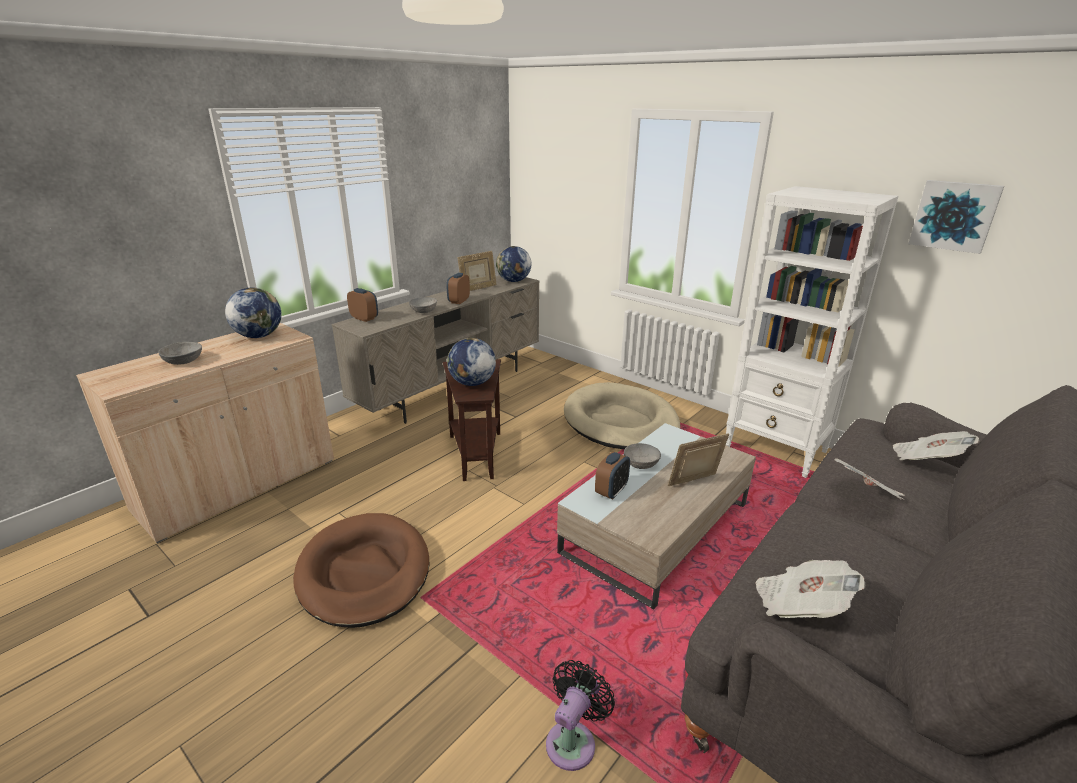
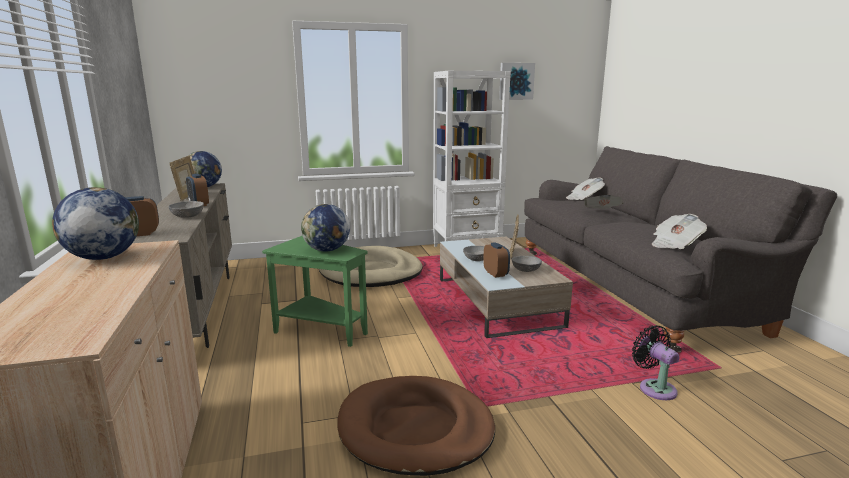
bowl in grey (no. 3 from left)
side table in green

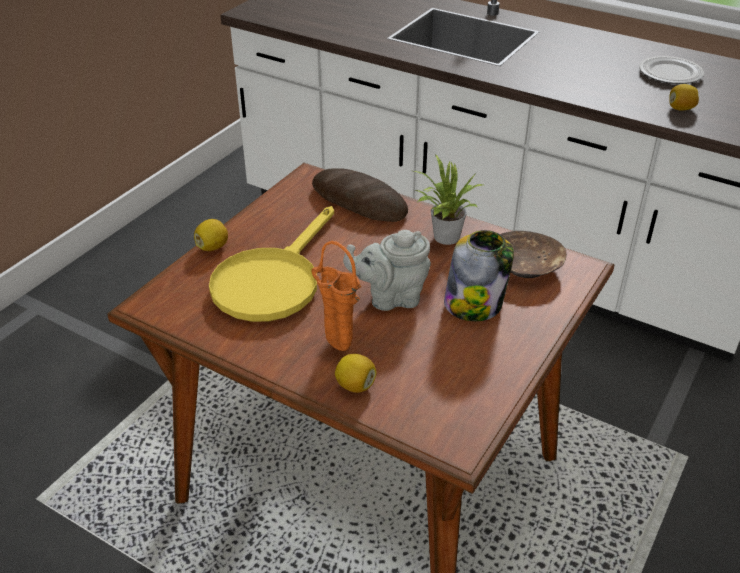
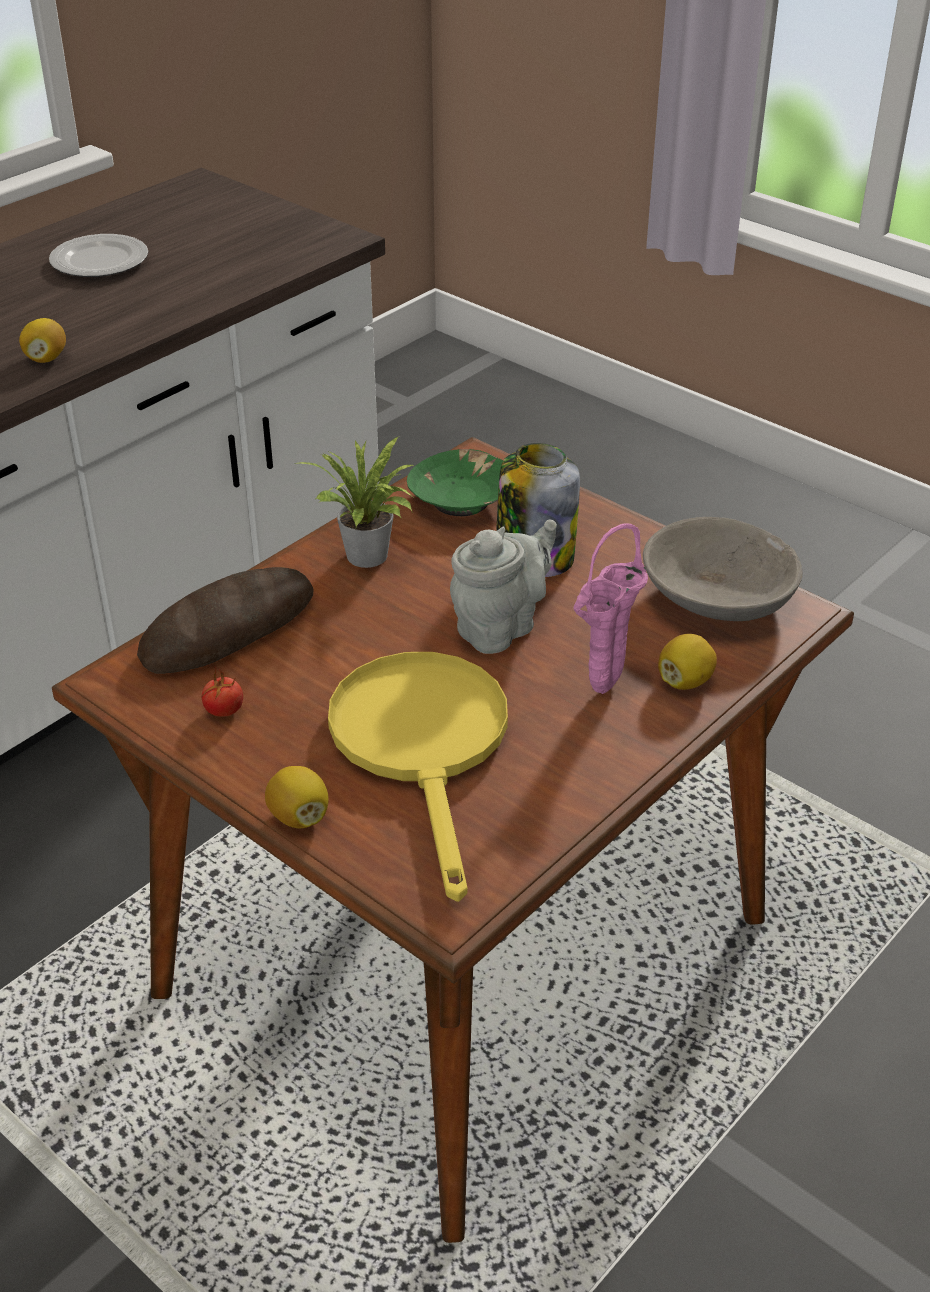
tomato
bowl in grey
lemon (no. 1 from left)
vase in pink
bowl in green
frying pan in yellow
teapot in grey

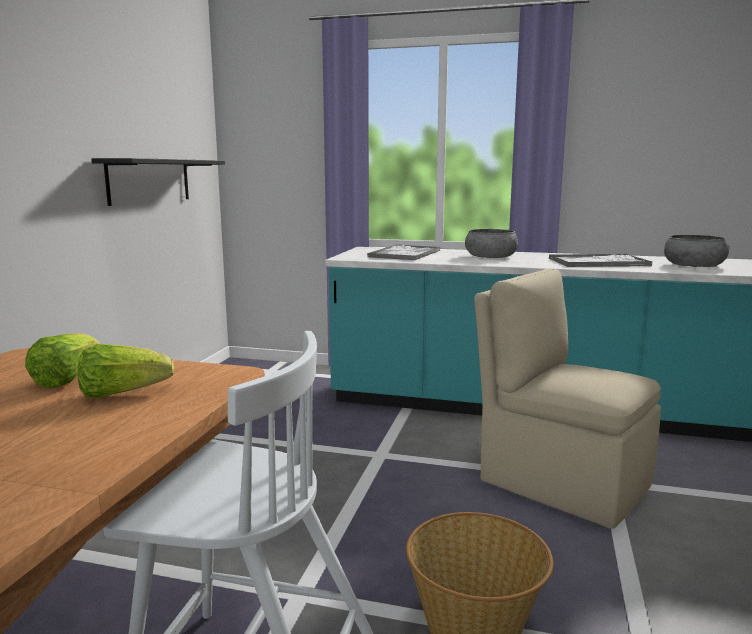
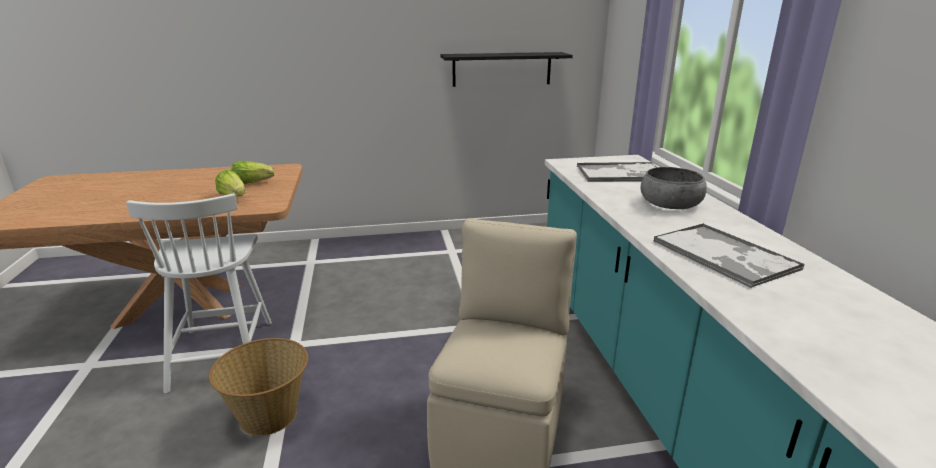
bowl in grey (no. 2 from left in the first image)

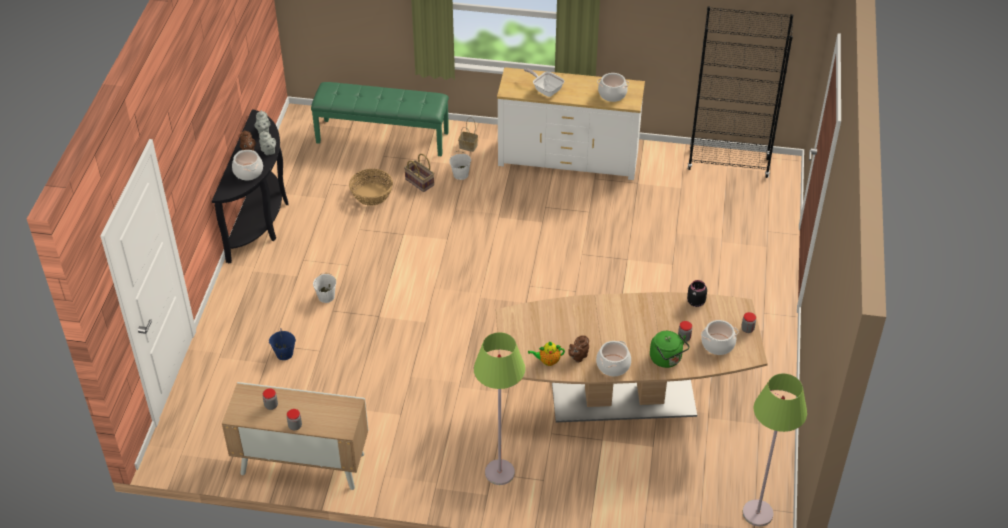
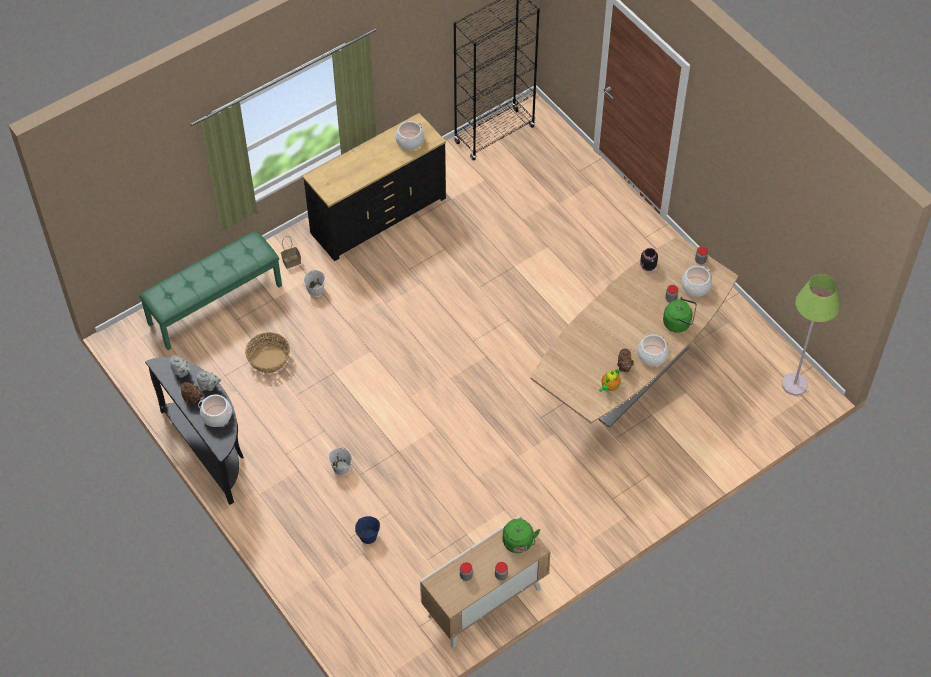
basket (no. 2 from left in the first image)
floor lamp in green (no. 1 from left in the first image)
frying pan
kettle in green (no. 1 from left)
dresser in black

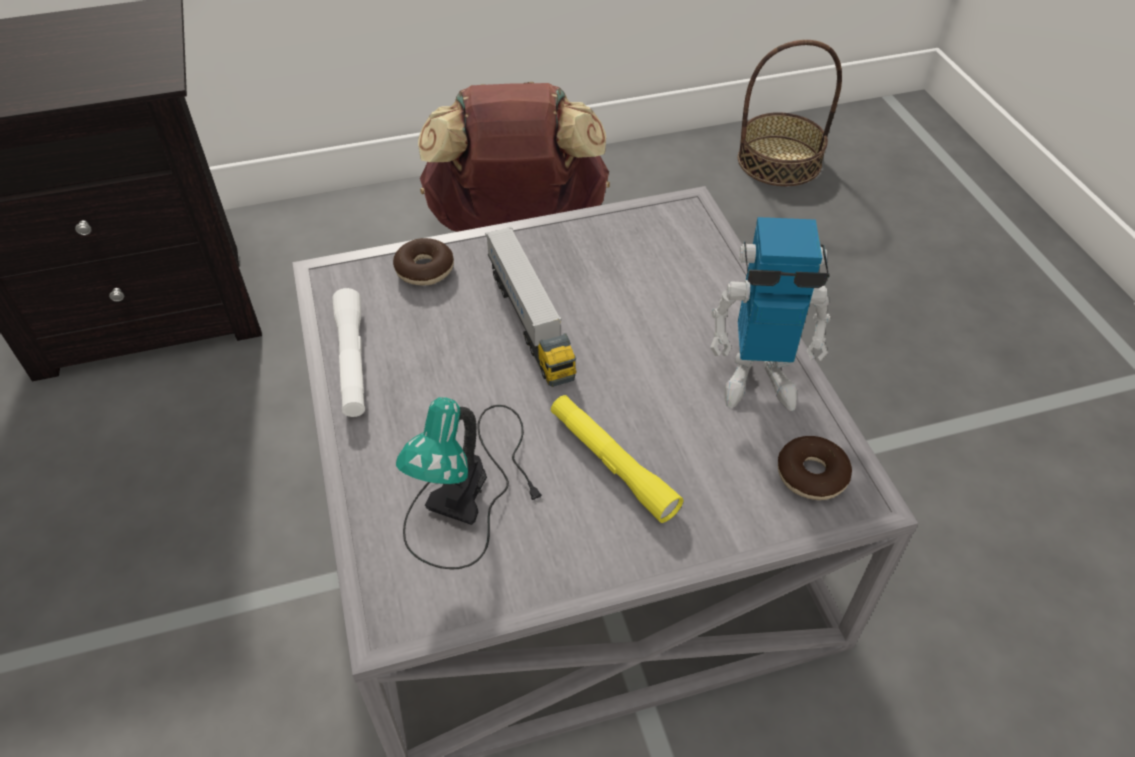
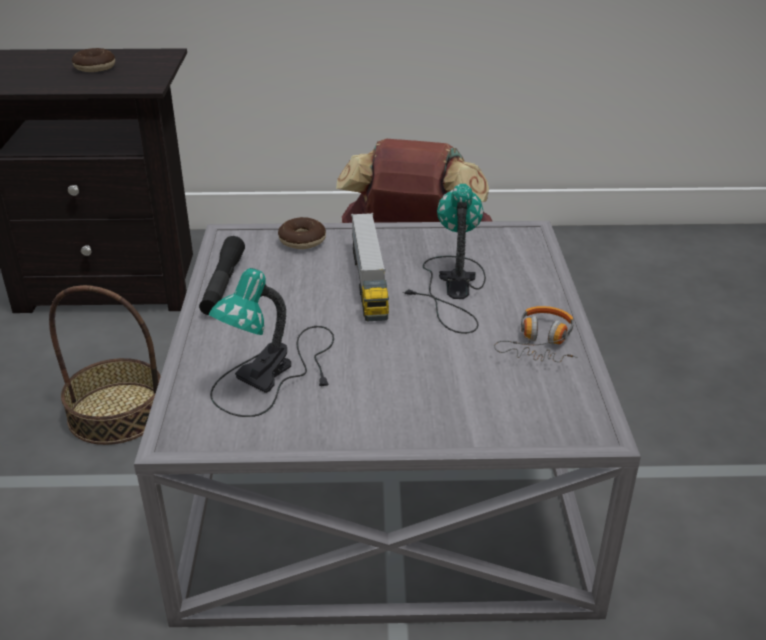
flashlight in yellow
table lamp (no. 2 from left)
basket
donut (no. 1 from left)
headphones
flashlight in black

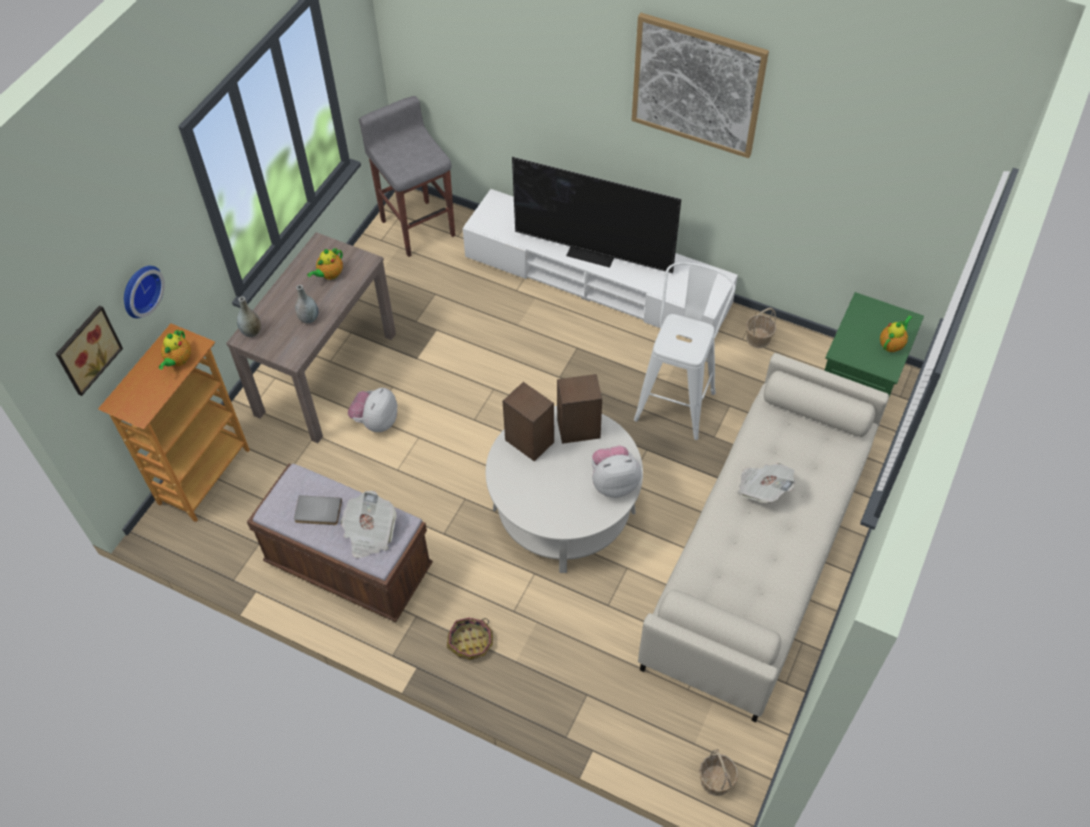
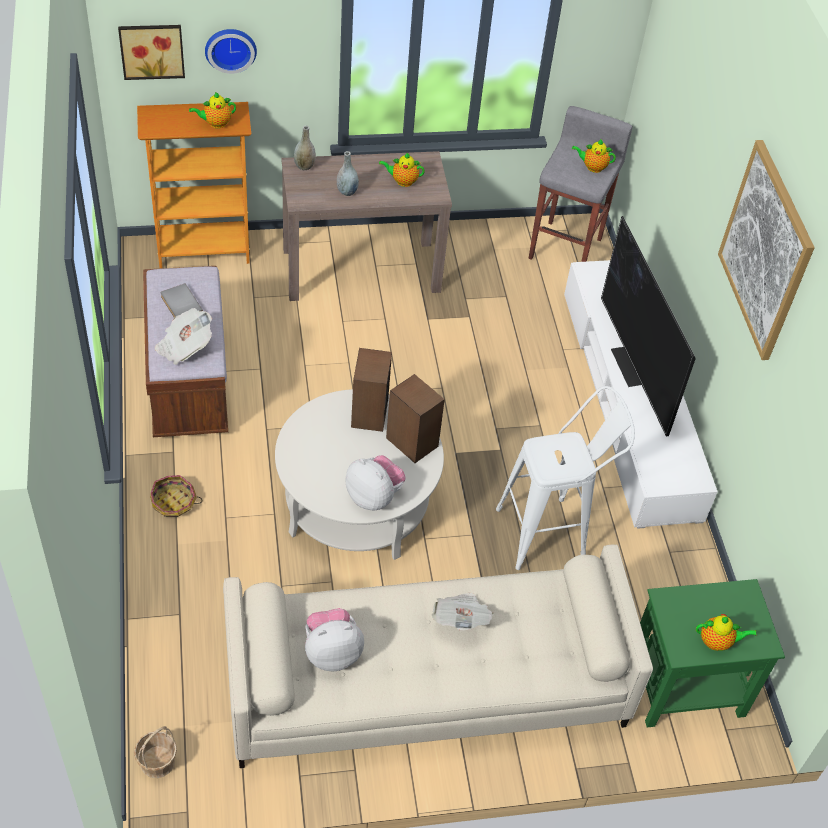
basket (no. 3 from left in the first image)
teapot (no. 3 from left)
plush toy (no. 1 from left)

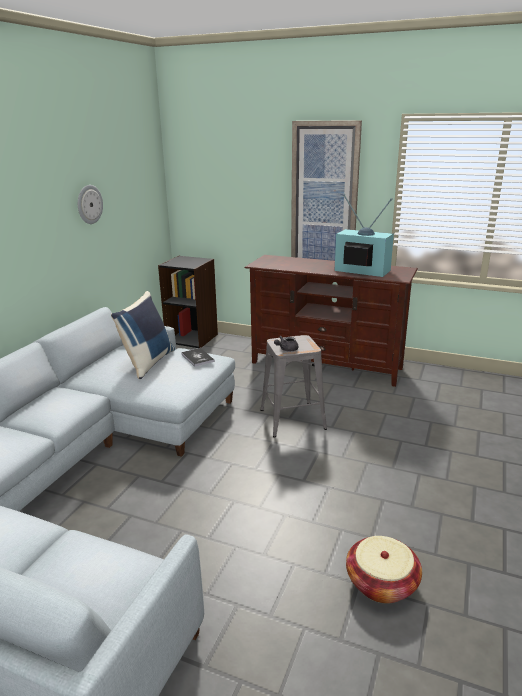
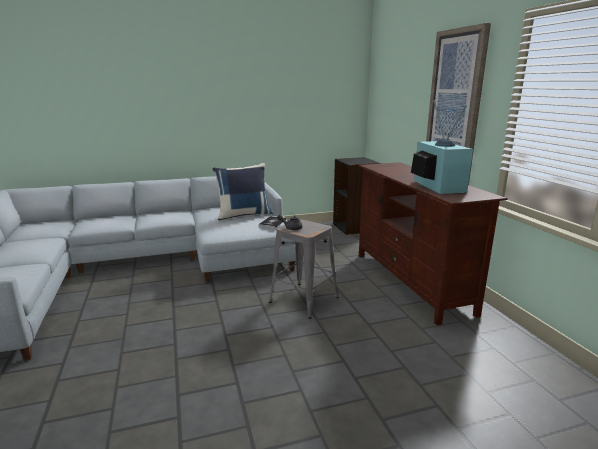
wall clock
basket

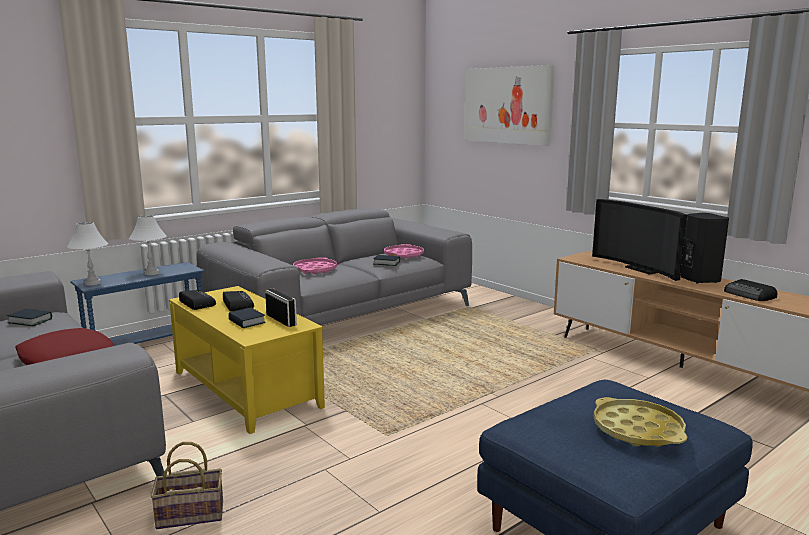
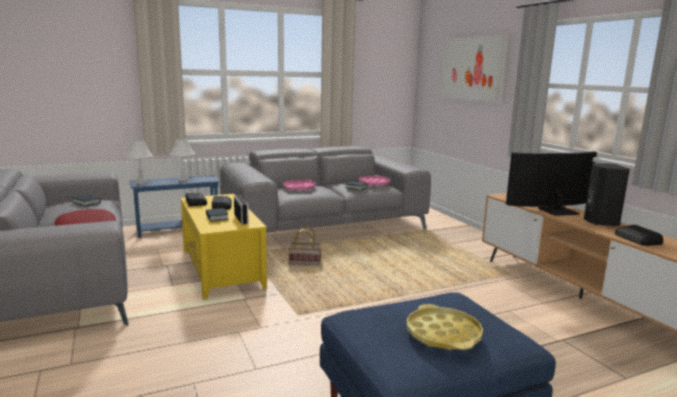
basket
television

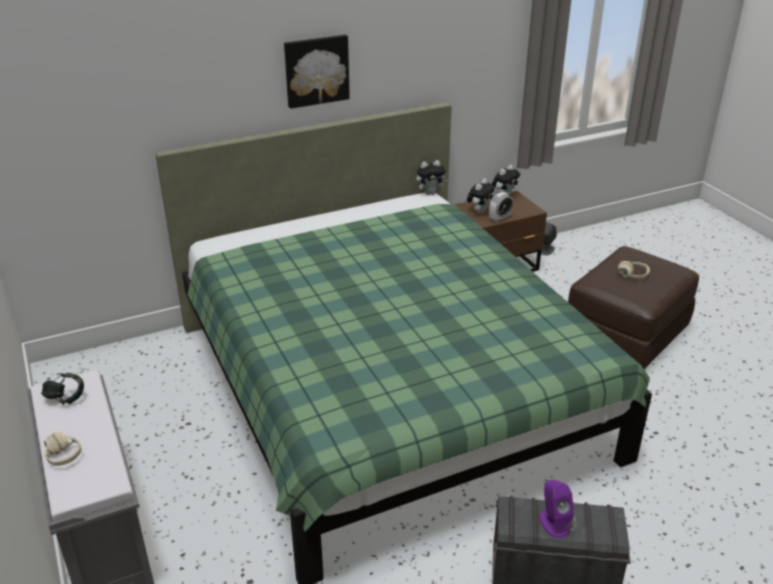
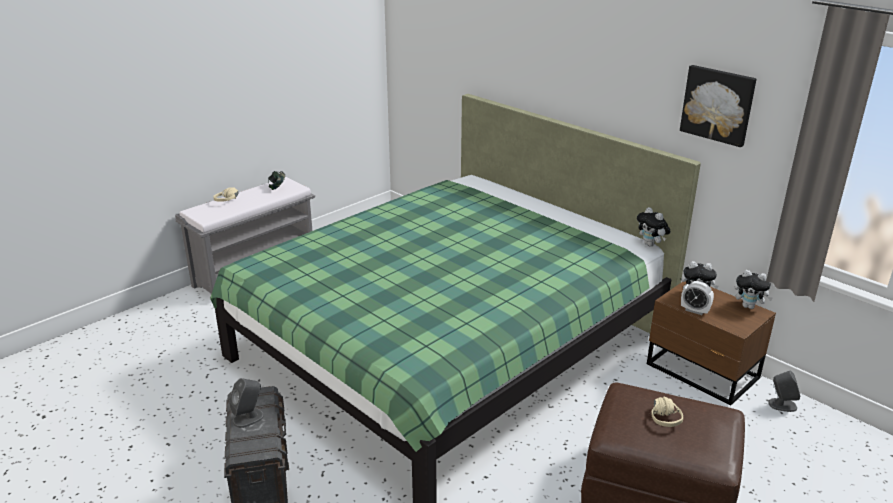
picture
speaker in grey (no. 1 from left)

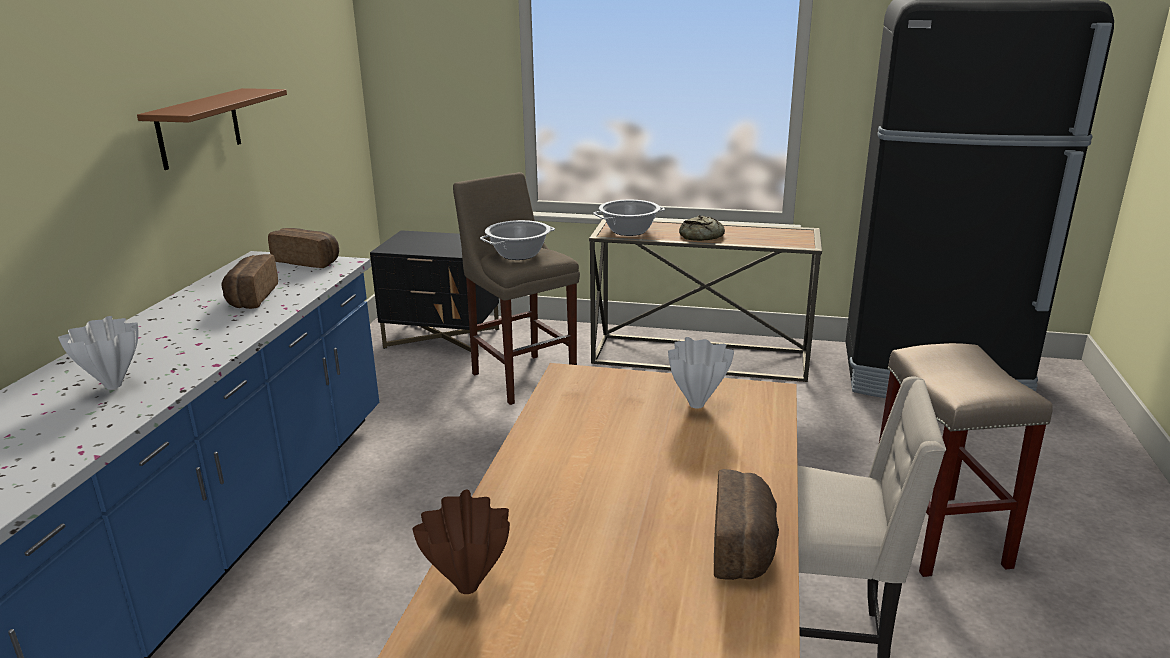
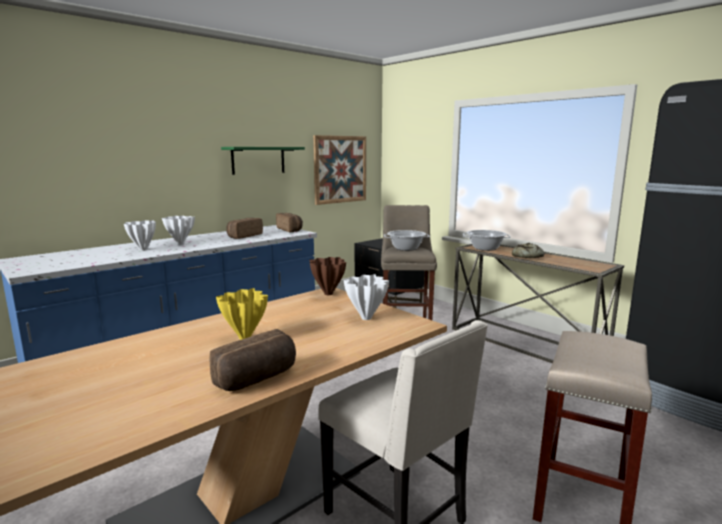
vase in white (no. 2 from left)
vase in yellow
picture
vase in brown
shelf in green

